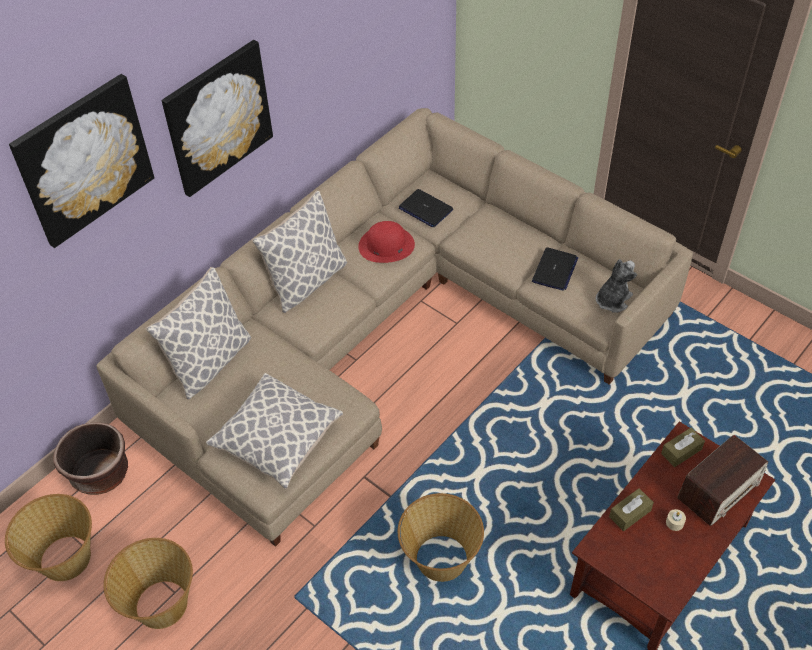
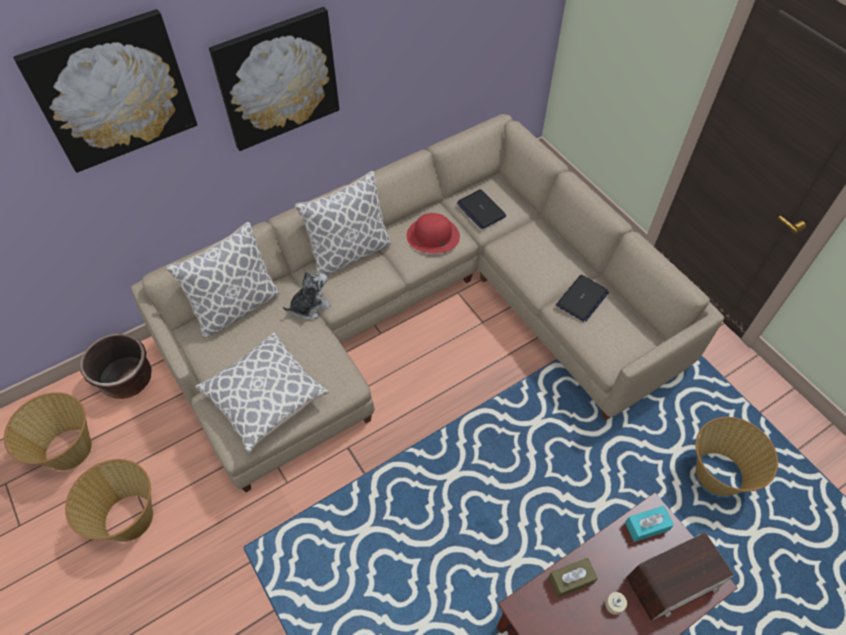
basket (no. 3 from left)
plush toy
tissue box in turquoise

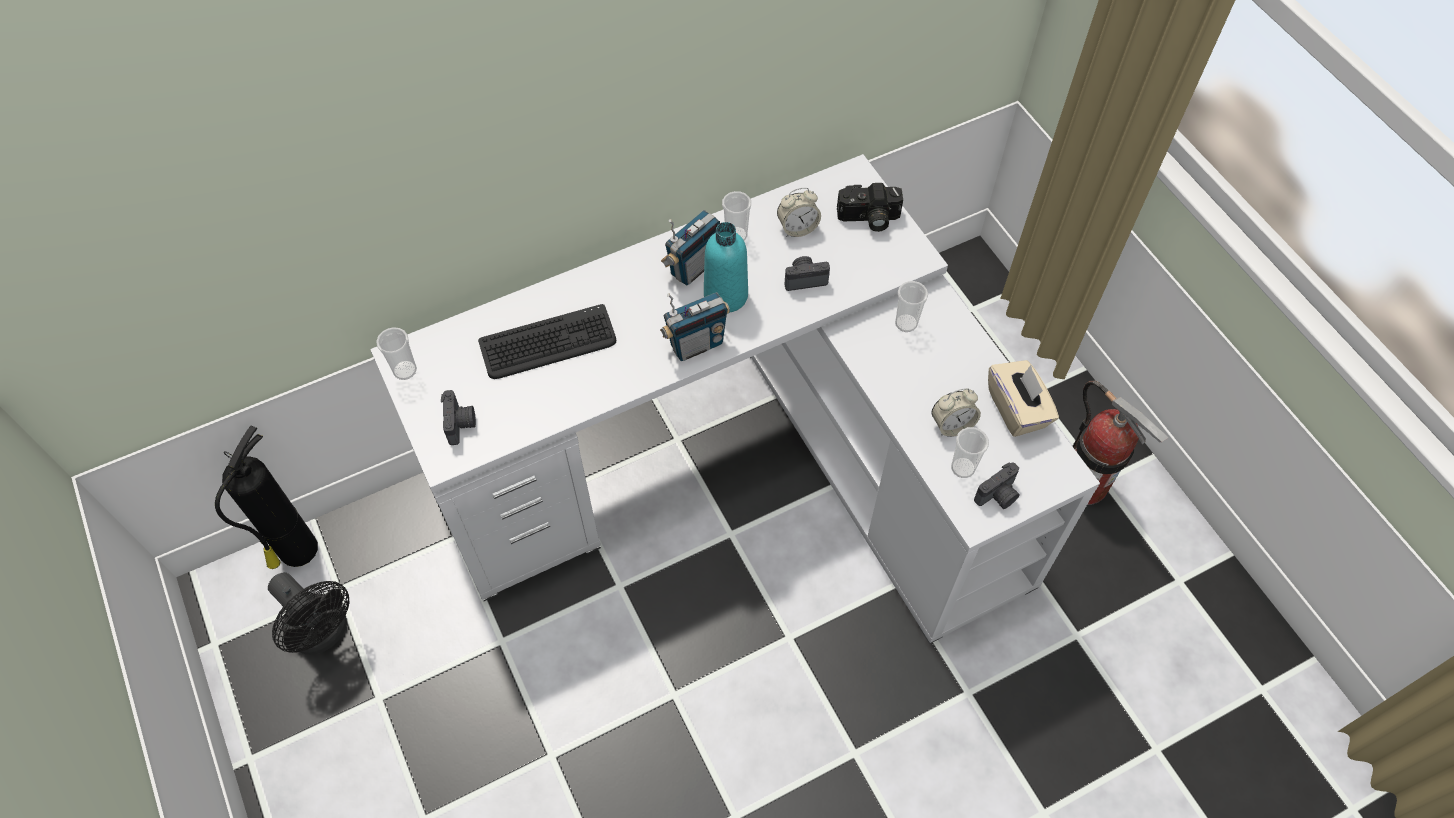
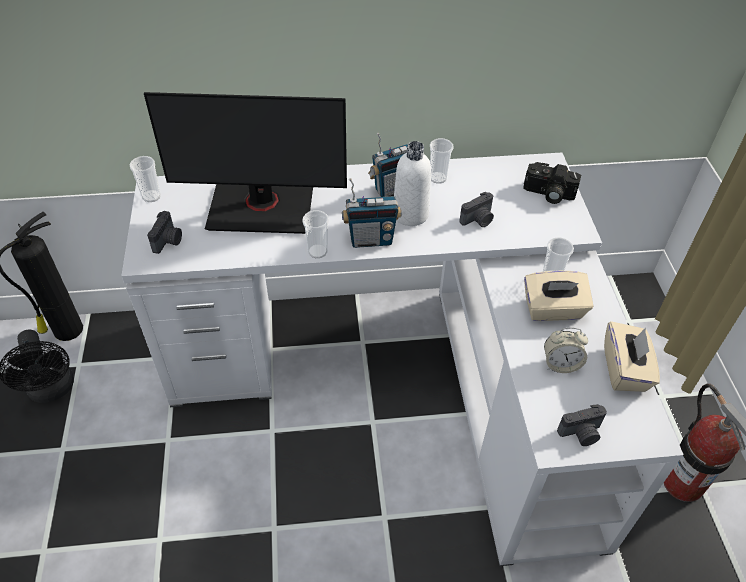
alarm clock (no. 1 from left in the first image)
tissue box in beige (no. 1 from left)
cup (no. 2 from left)
monitor
bottle in white
photo camera (no. 2 from left)

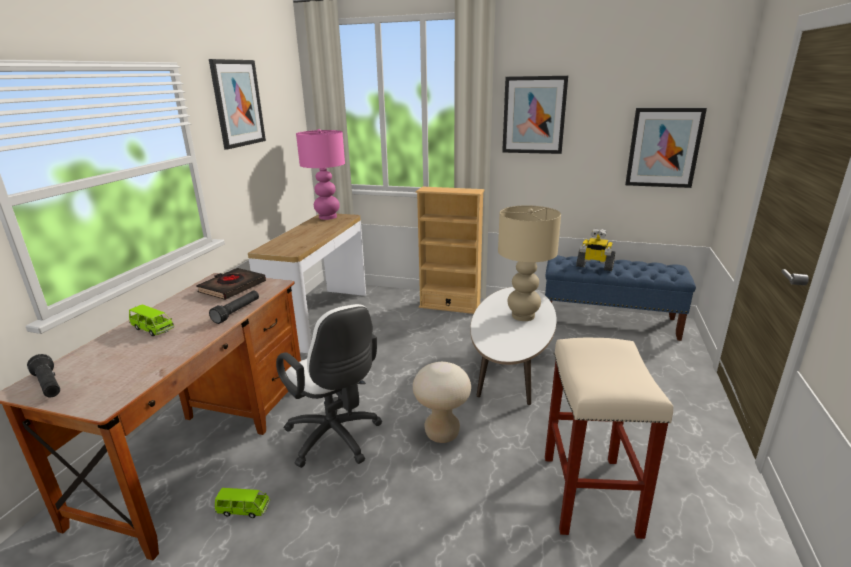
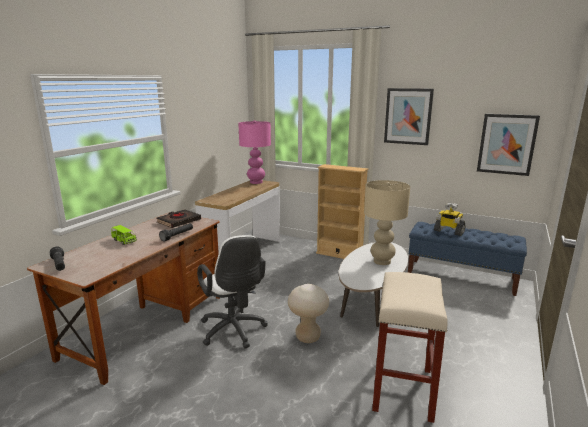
picture (no. 1 from left in the first image)
toy car in green (no. 2 from left in the first image)

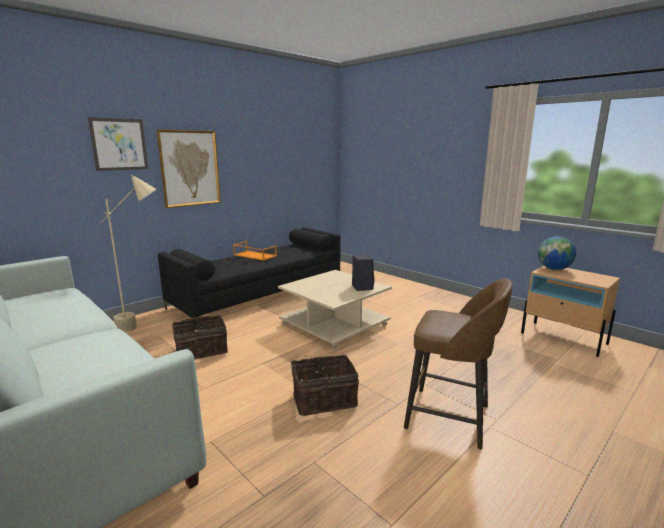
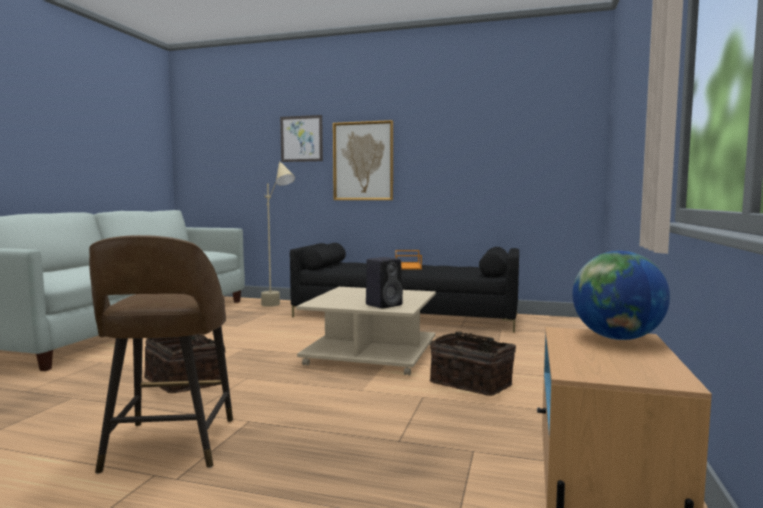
basket (no. 2 from left)

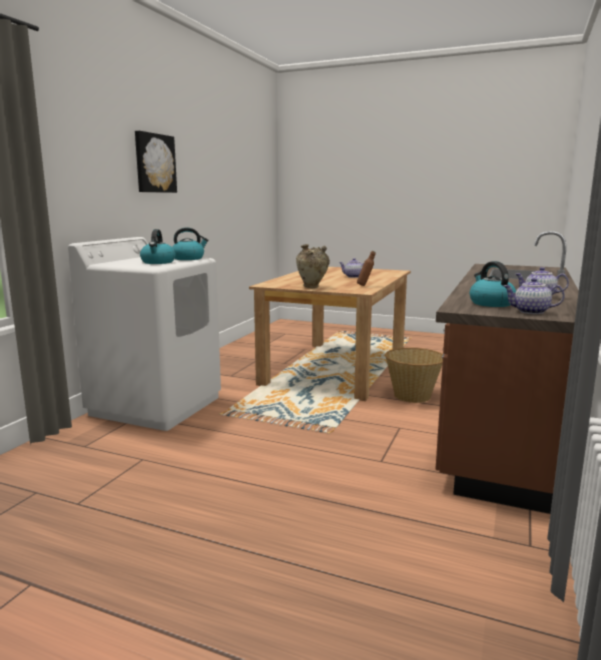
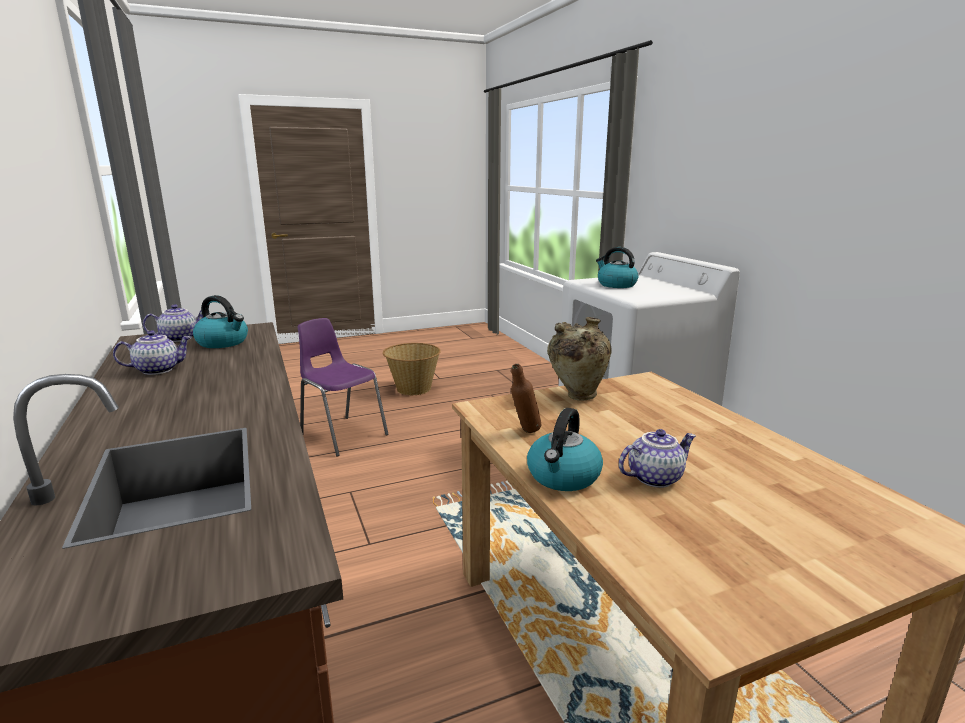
picture
chair in purple
kettle (no. 2 from left)
basket

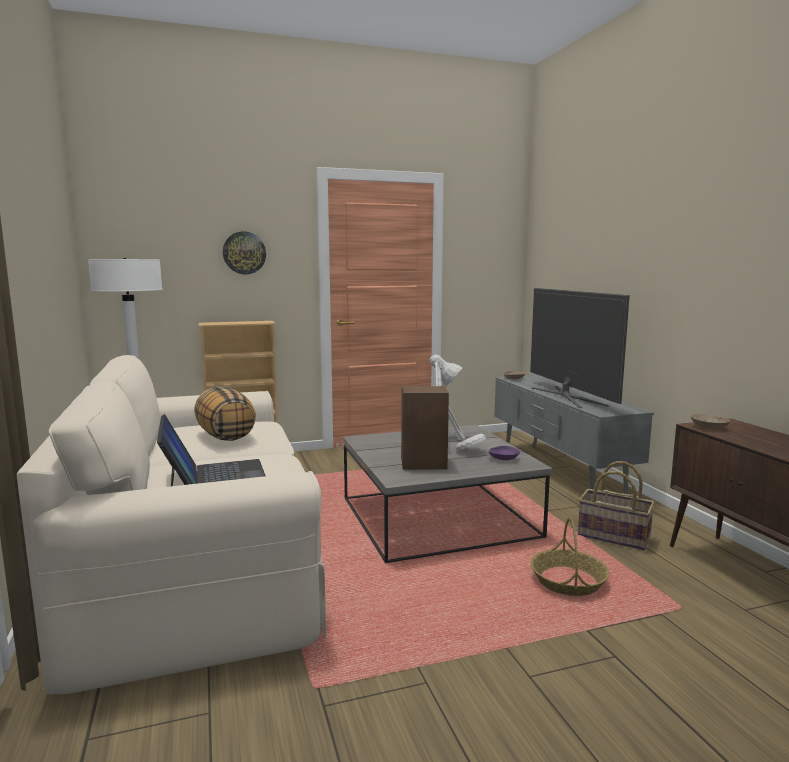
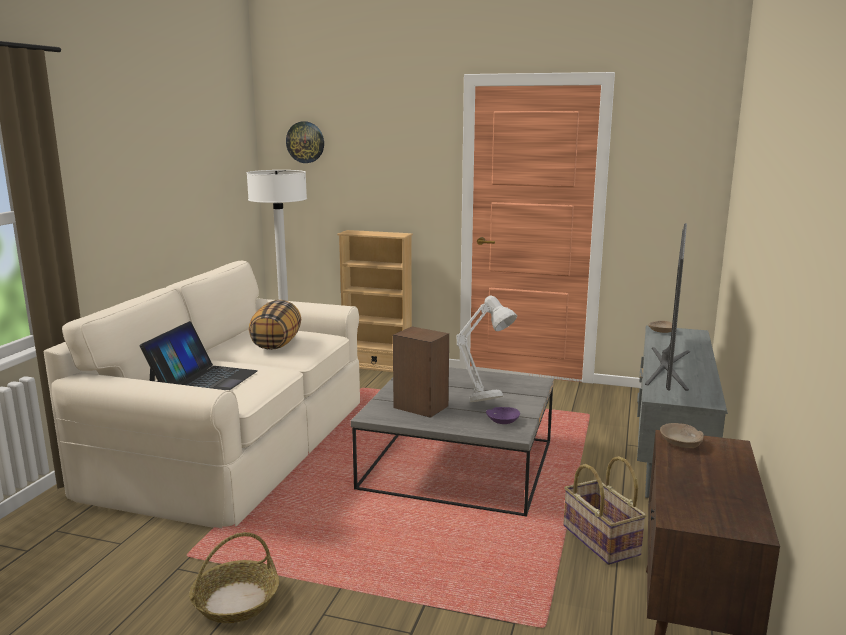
wall clock
basket (no. 1 from left)

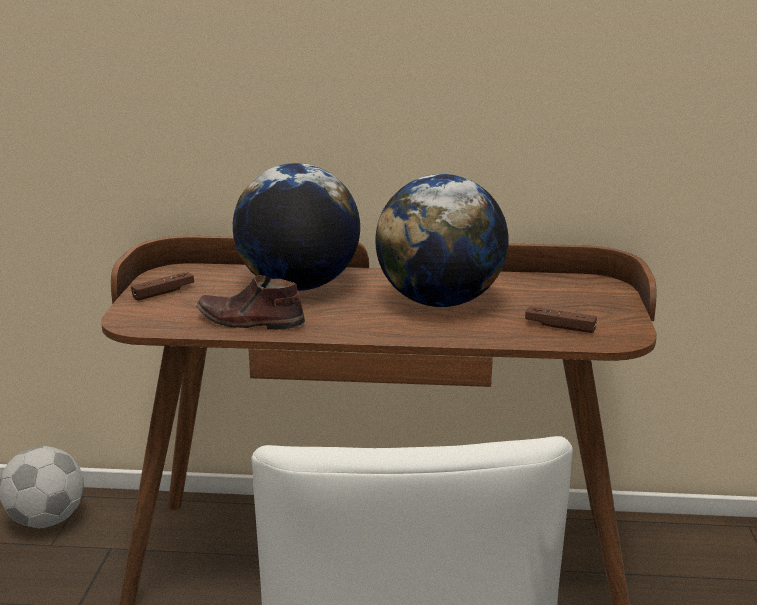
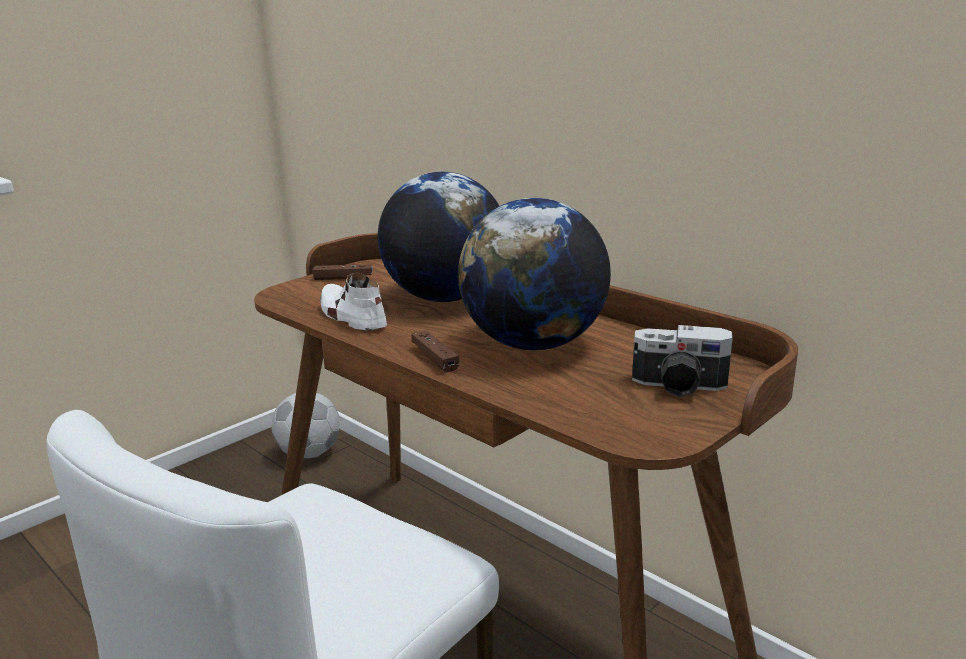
photo camera
game controller in brown (no. 2 from left)
shoe in white

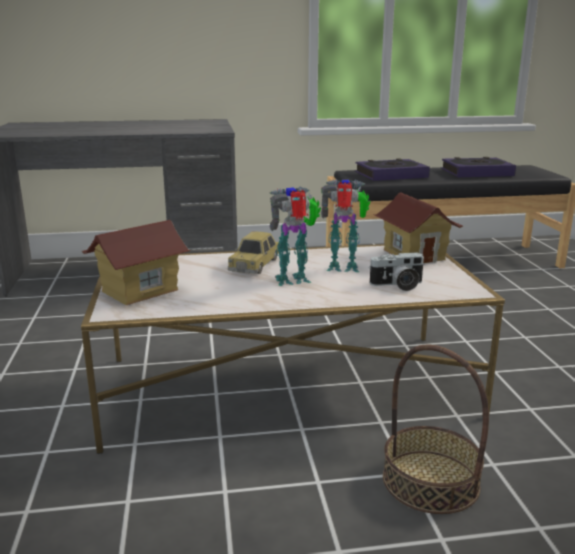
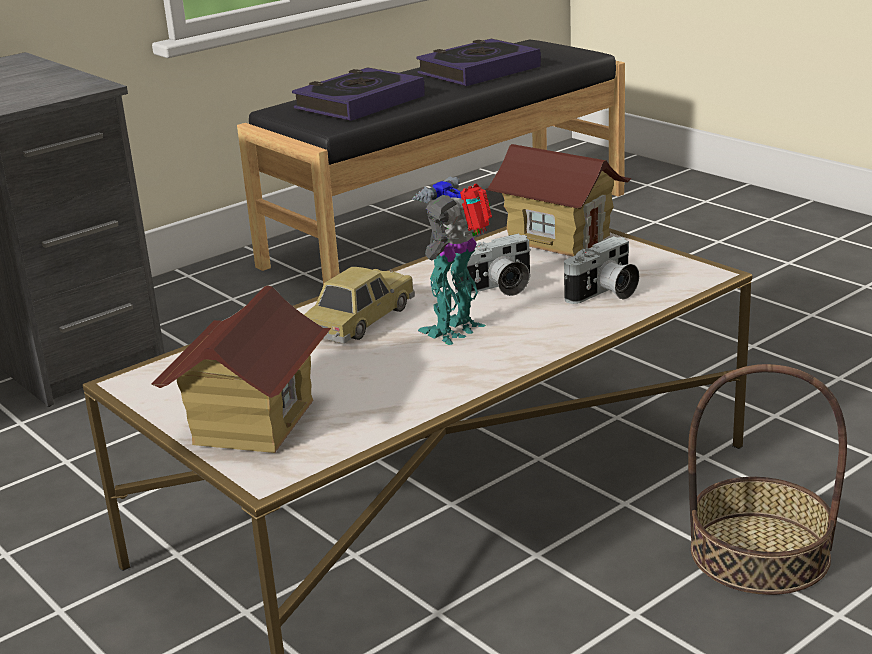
photo camera (no. 1 from left)
toy car

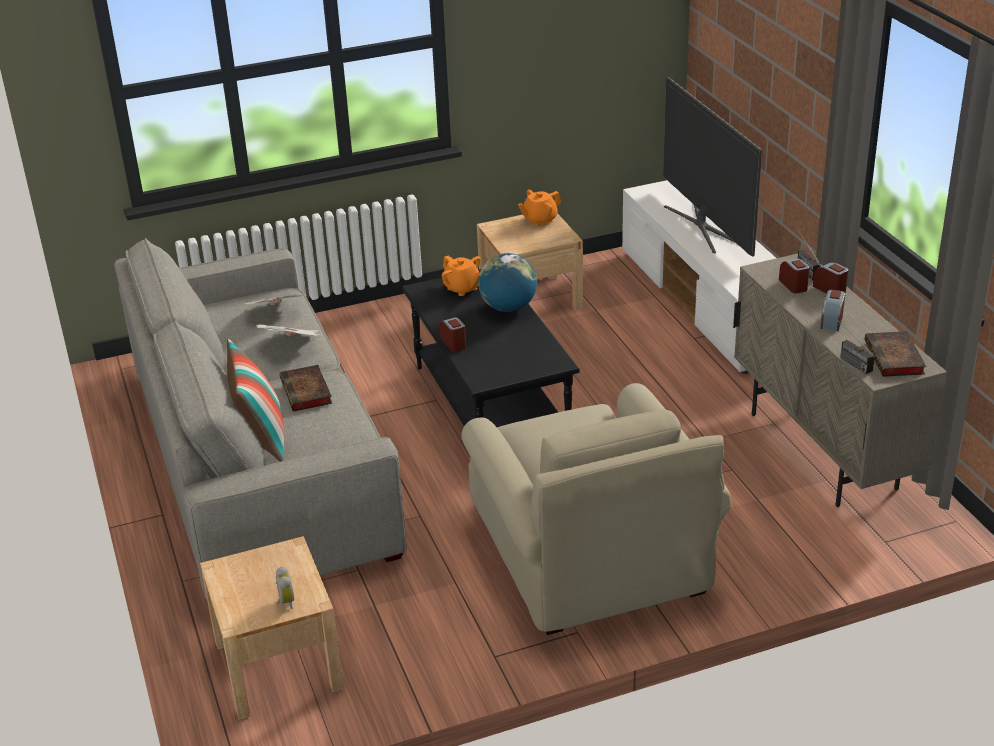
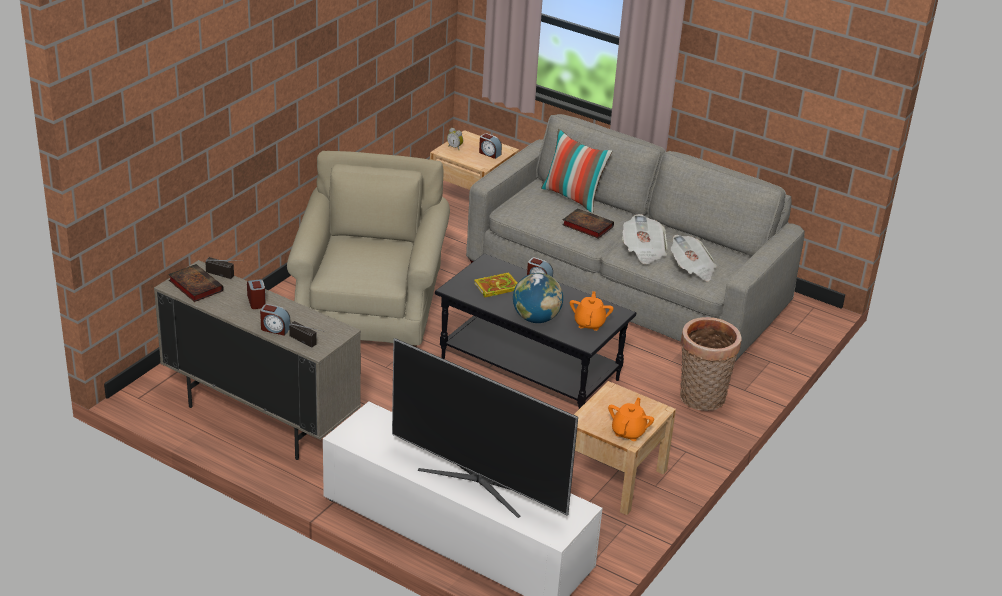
book (no. 2 from left)
basket
alarm clock (no. 4 from left)
teapot in orange (no. 1 from left)
armchair in beige

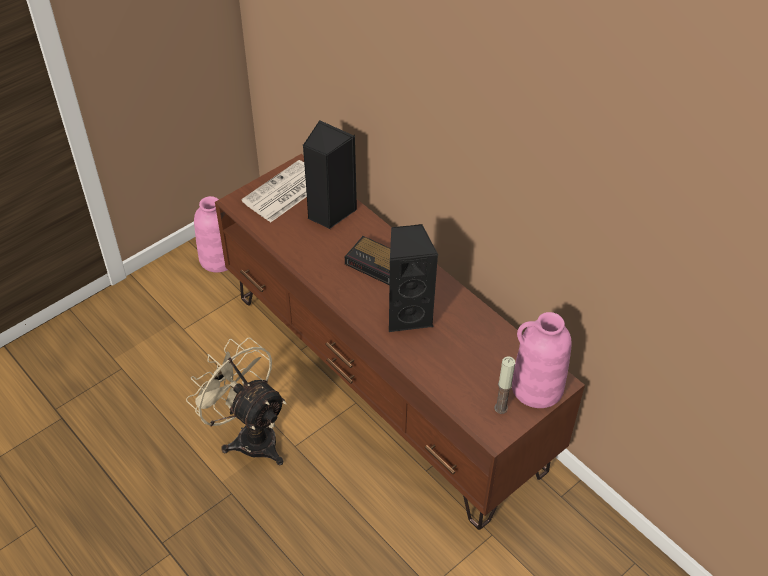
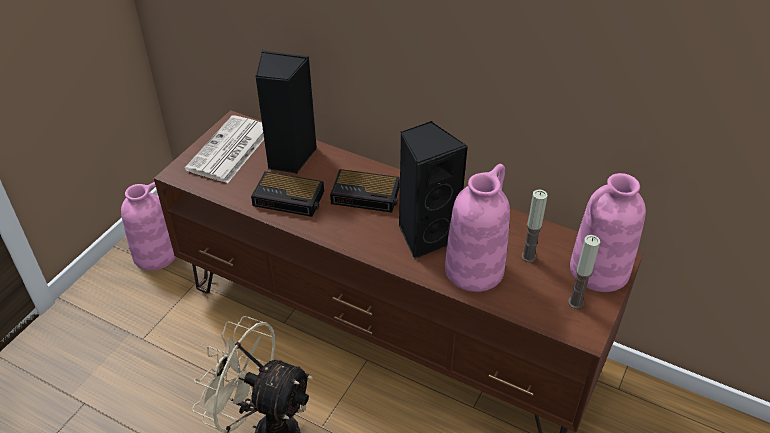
alarm clock (no. 1 from left)
vase in pink (no. 2 from left)
candle (no. 1 from left)

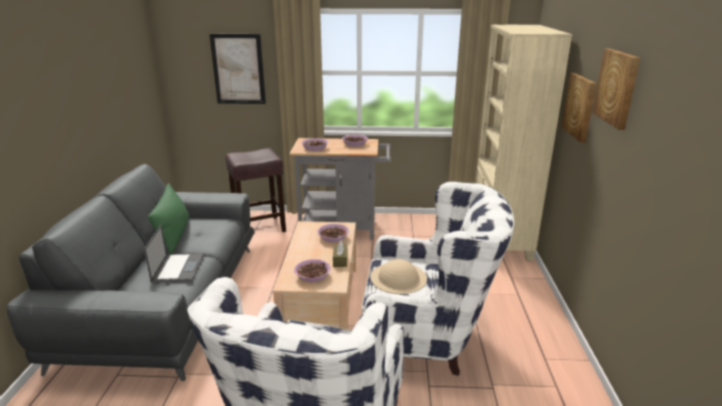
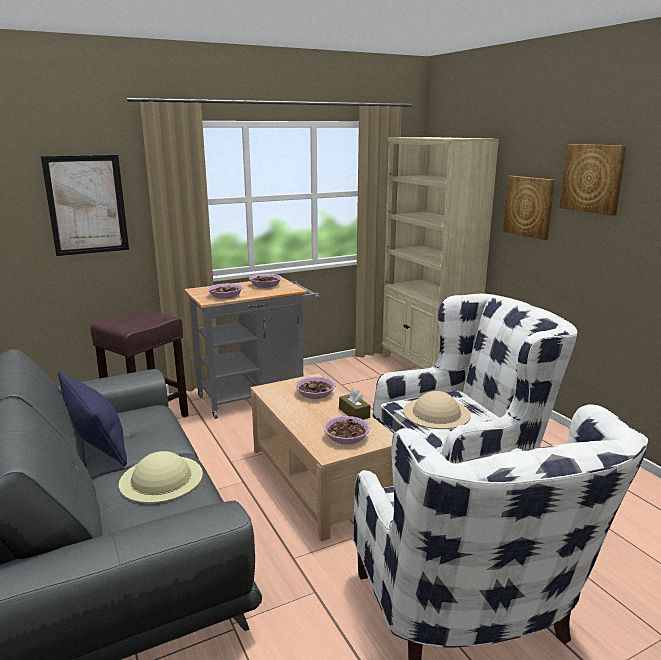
hat in beige (no. 1 from left)
pillow in blue

